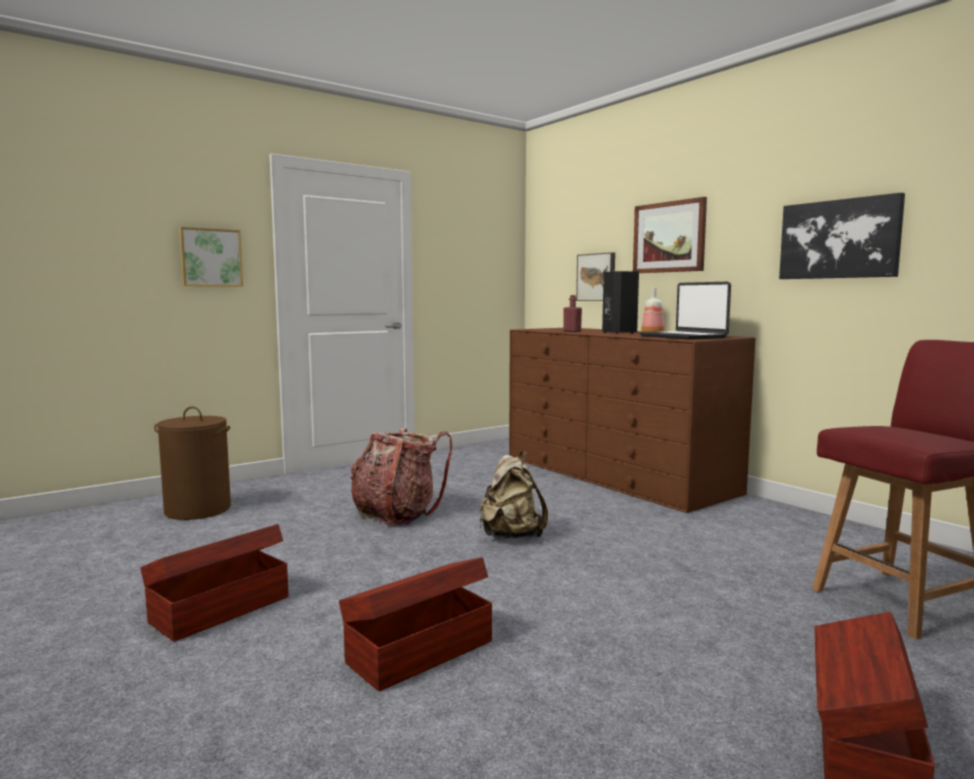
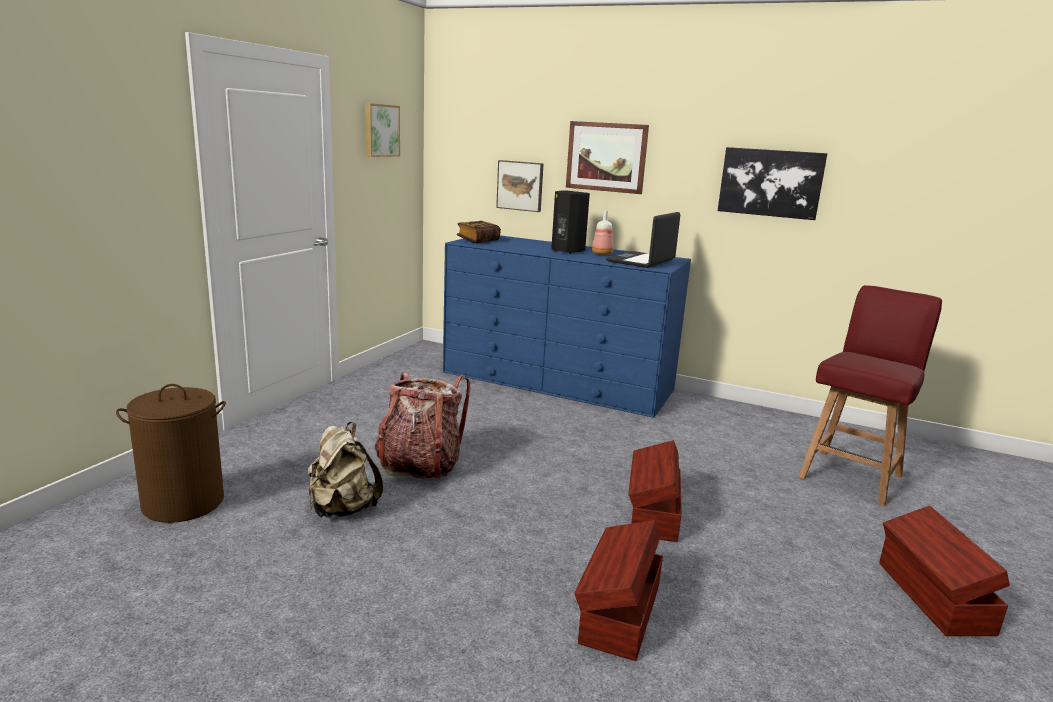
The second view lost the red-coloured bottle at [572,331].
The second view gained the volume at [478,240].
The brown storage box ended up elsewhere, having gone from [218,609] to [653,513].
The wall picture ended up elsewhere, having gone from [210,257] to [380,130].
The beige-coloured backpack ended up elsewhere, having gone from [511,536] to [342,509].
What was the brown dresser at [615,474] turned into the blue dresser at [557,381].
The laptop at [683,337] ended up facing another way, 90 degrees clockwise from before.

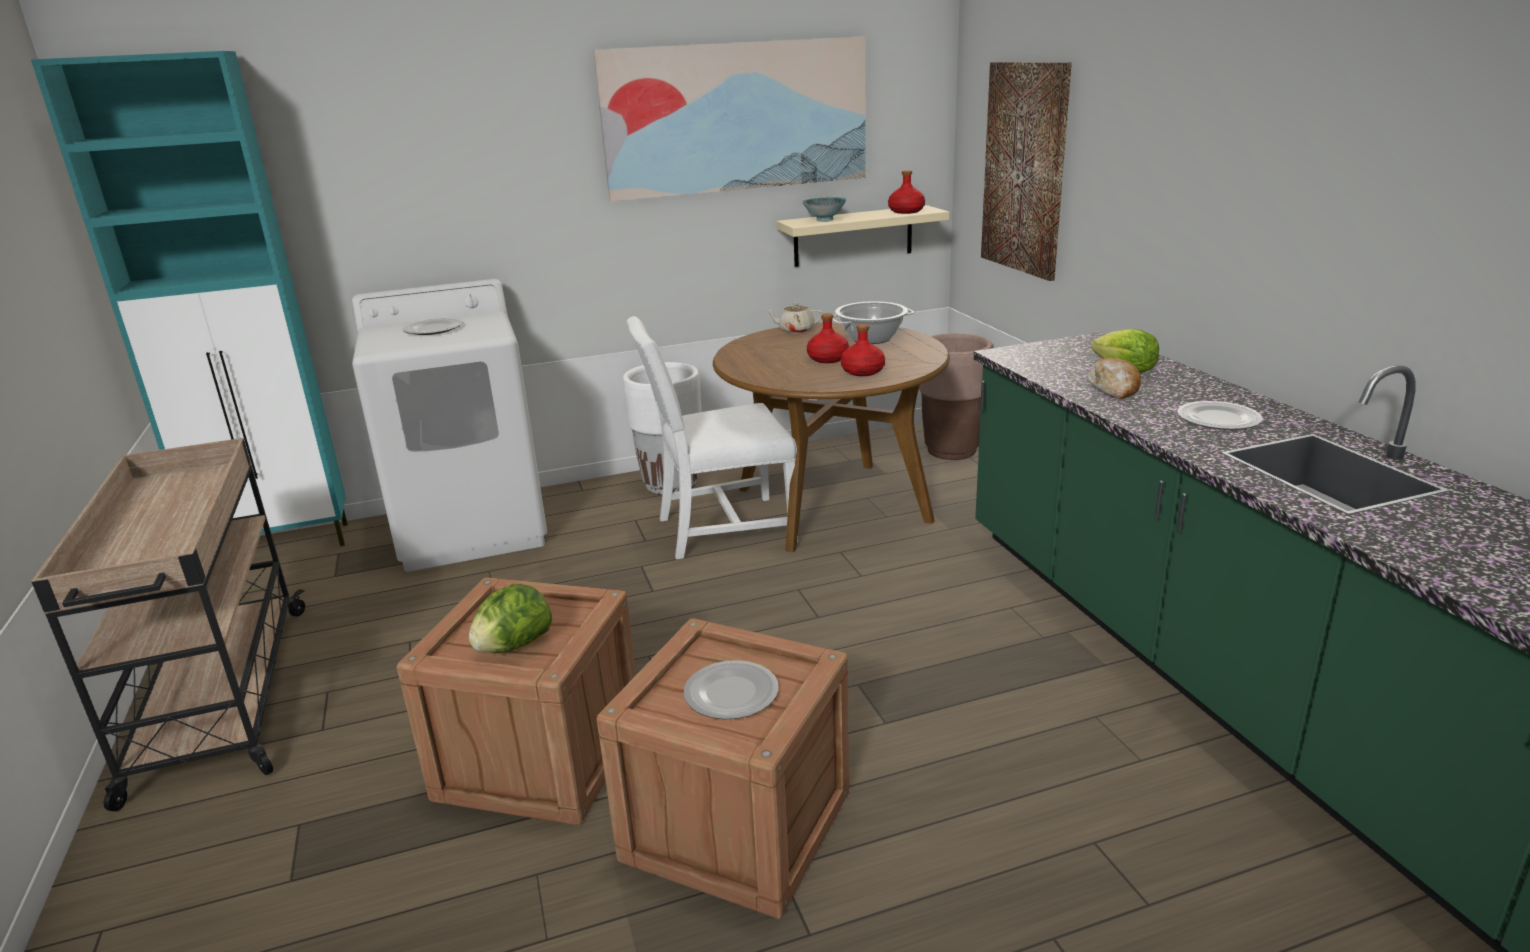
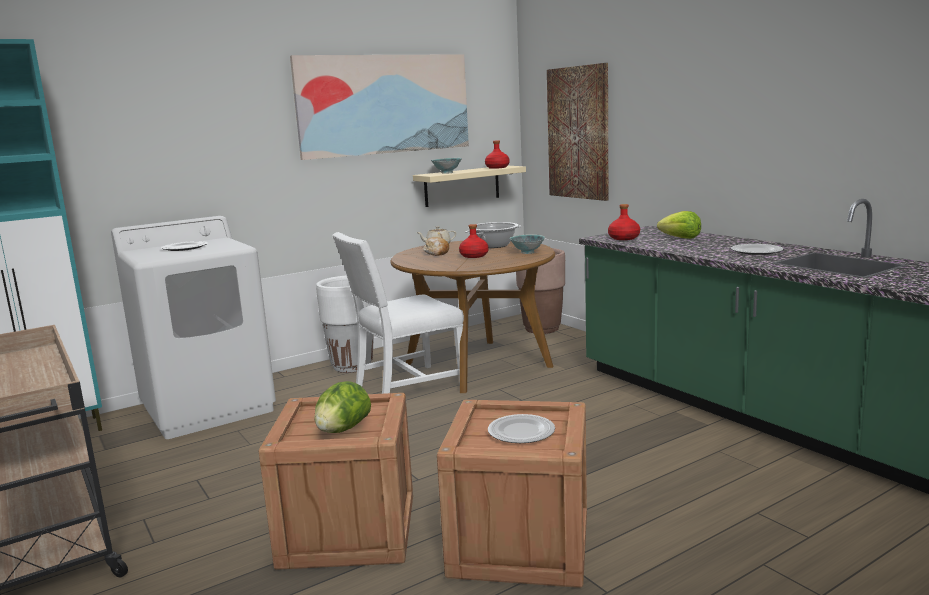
The second view gained the deep dish at [527,252].
The red-coloured bottle ended up elsewhere, having gone from [862,371] to [623,238].
The bakery bread ended up elsewhere, having gone from [1114,388] to [437,253].

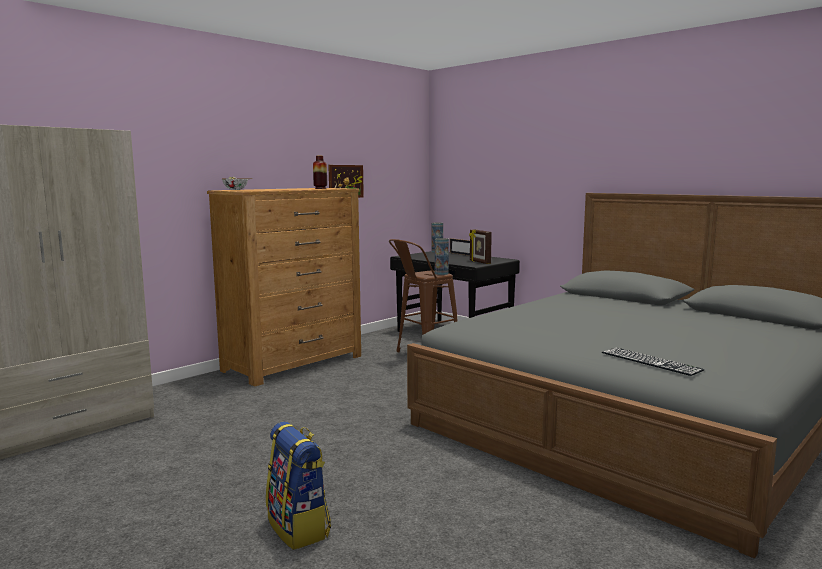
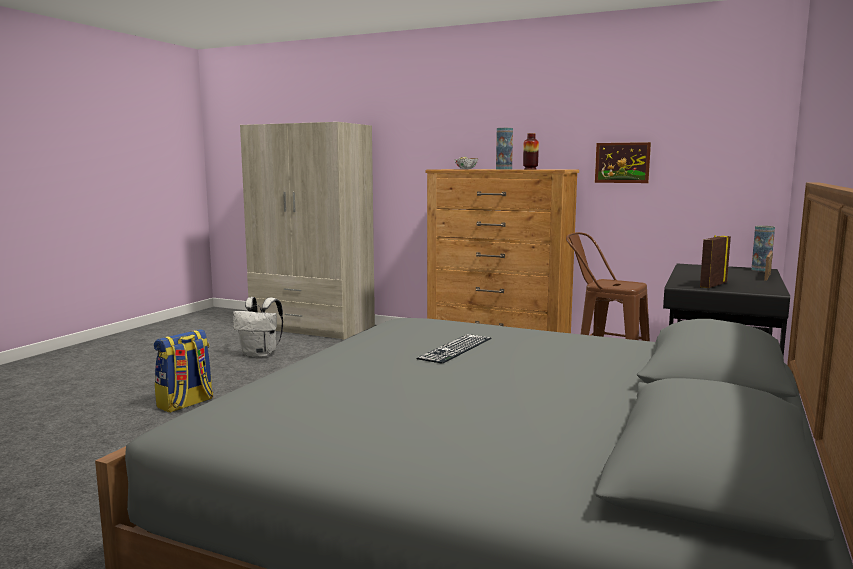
The second view gained the white backpack at [260,354].
The flower vase ended up elsewhere, having gone from [441,273] to [504,169].
The computer keyboard ended up elsewhere, having gone from [650,361] to [456,348].

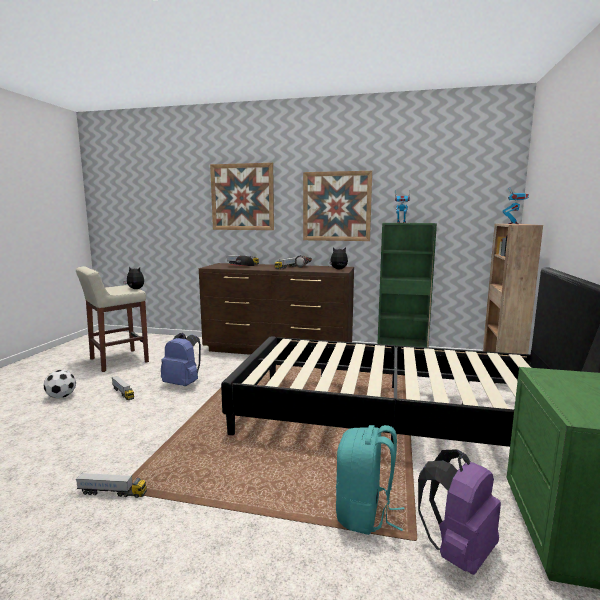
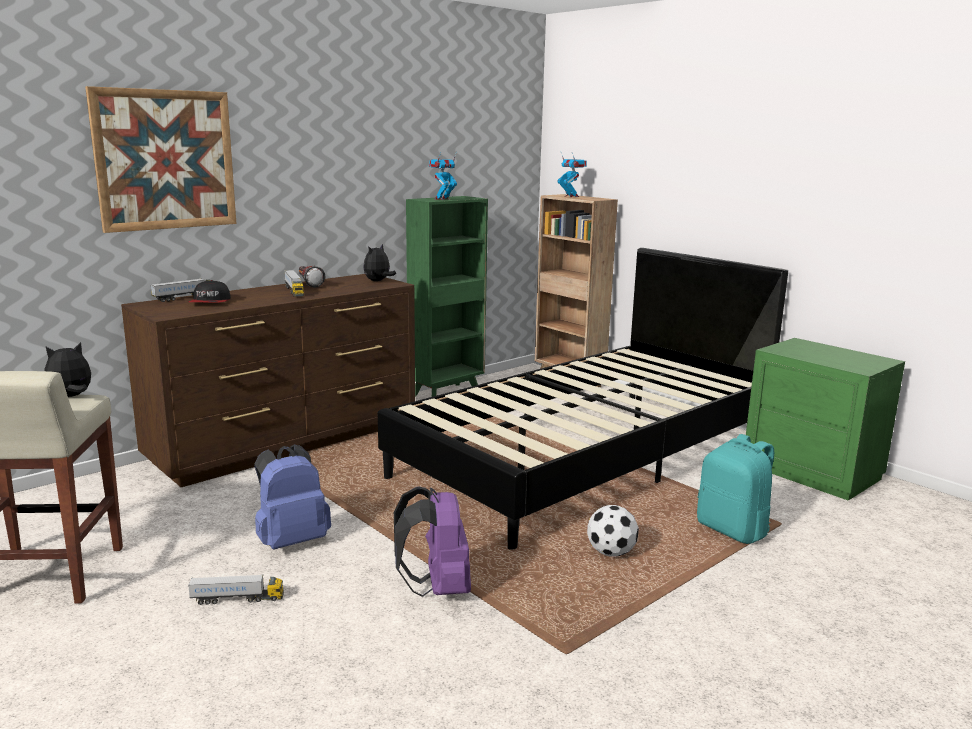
The second view lost the toy lorry at [112,493].
The second view lost the wall picture at [336,206].
The football ball ended up elsewhere, having gone from [62,396] to [611,552].
The purple backpack ended up elsewhere, having gone from [458,551] to [437,588].

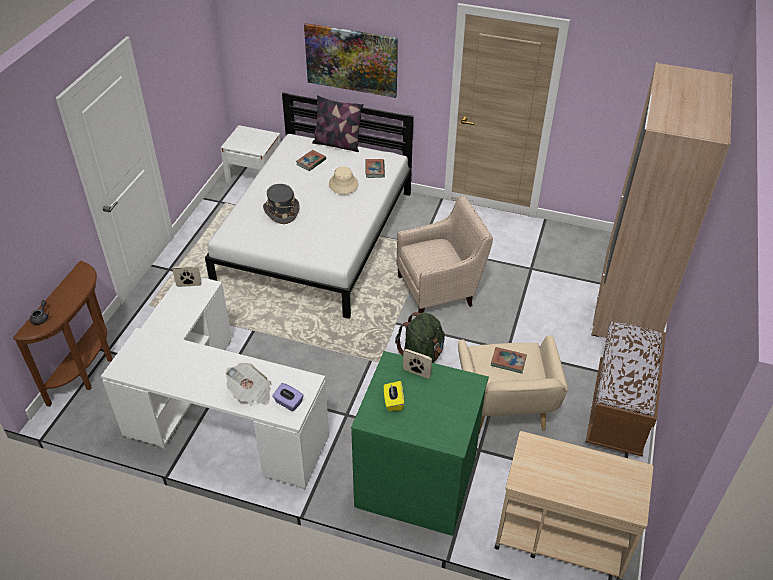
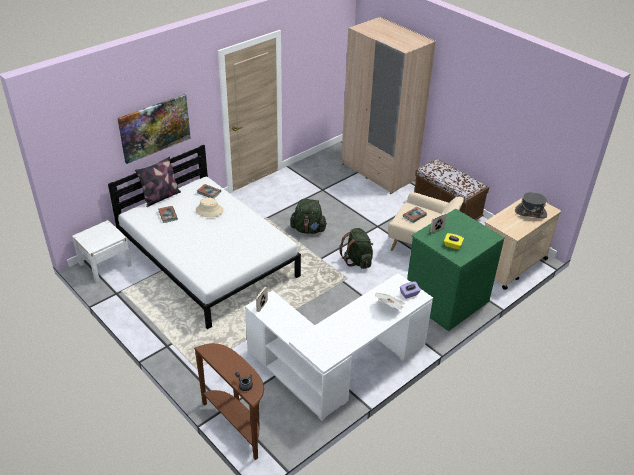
The greyish wearable hat ended up elsewhere, having gone from [281,211] to [530,213].
Where the beige-coloured armchair stood at [440,289], the green backpack came to stand at [308,229].

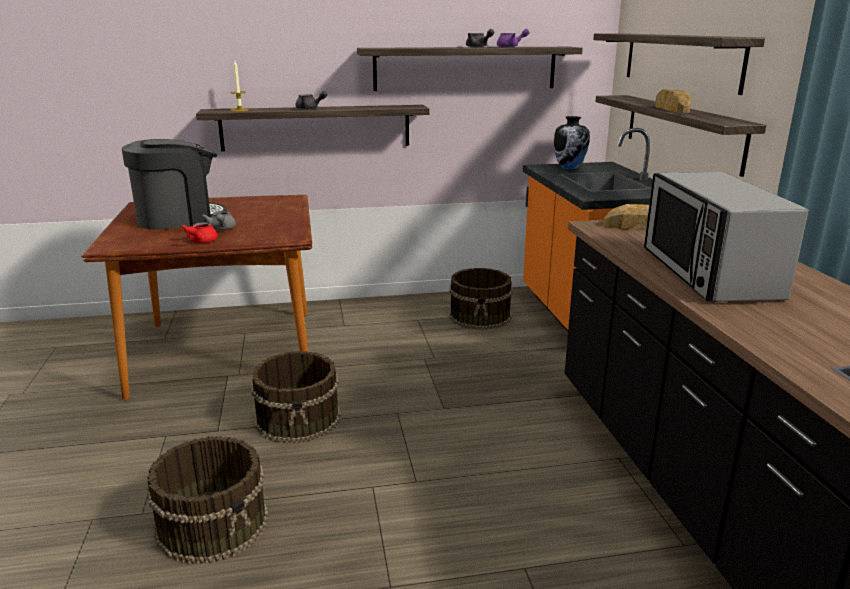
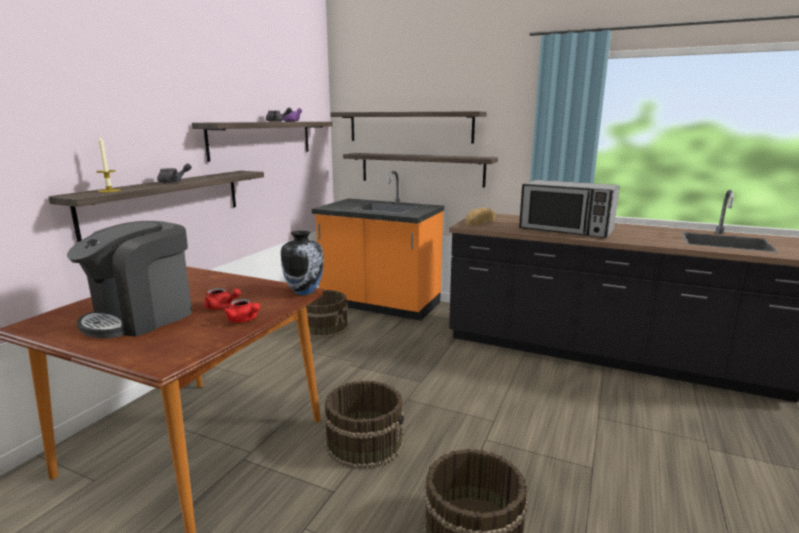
The second view lost the bakery bread at [671,108].
The flower vase ended up elsewhere, having gone from [569,168] to [304,292].
What was the greyish teapot at [222,229] turned into the red-coloured teapot at [221,307].
The coffee maker at [179,219] ended up facing another way, 150 degrees counterclockwise from before.

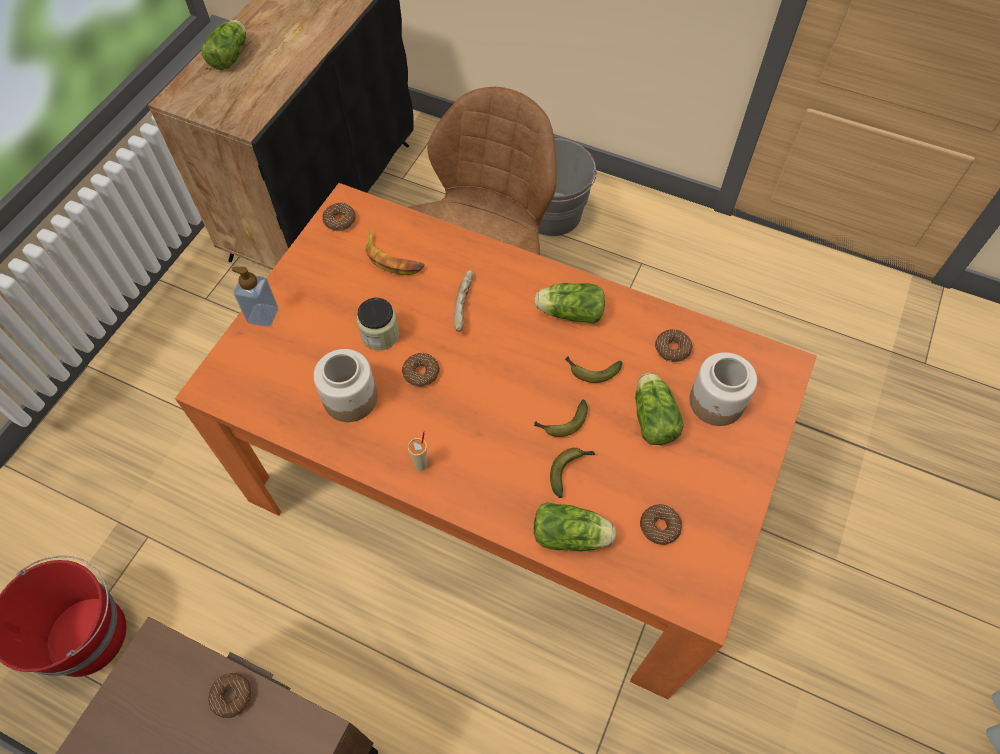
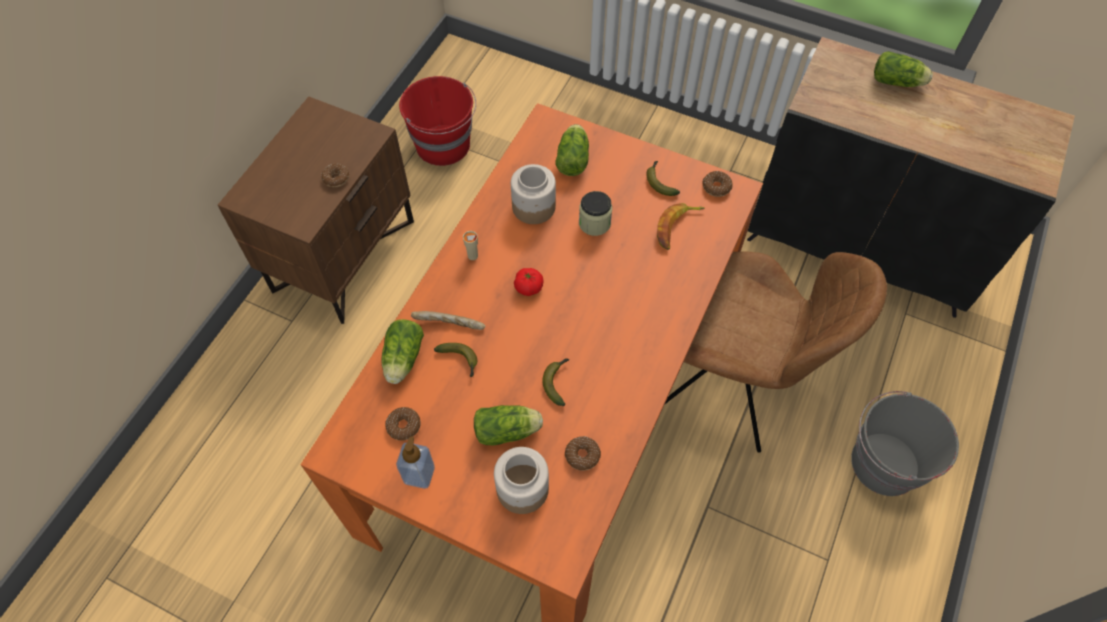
The second view lost the donut at [421,373].
The second view gained the fresh tomato at [528,287].
The soap dispenser ended up elsewhere, having gone from [263,315] to [419,474].
The bakery bread ended up elsewhere, having gone from [464,305] to [449,325].
The lettuce head ended up elsewhere, having gone from [568,312] to [573,158].
The banana fruit ended up elsewhere, having gone from [562,423] to [660,182].

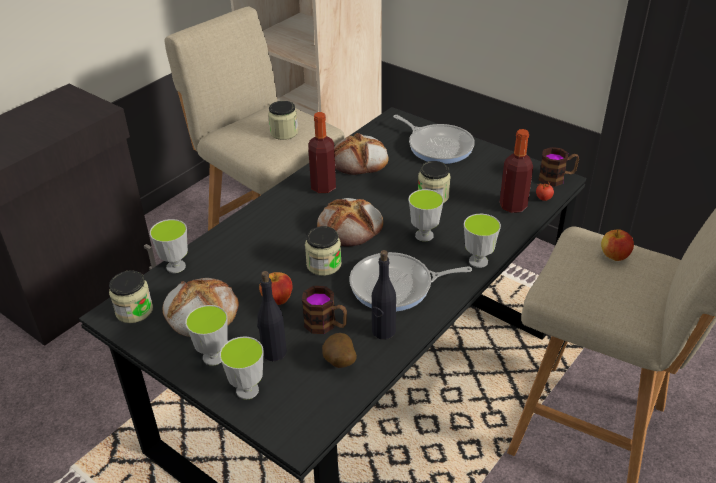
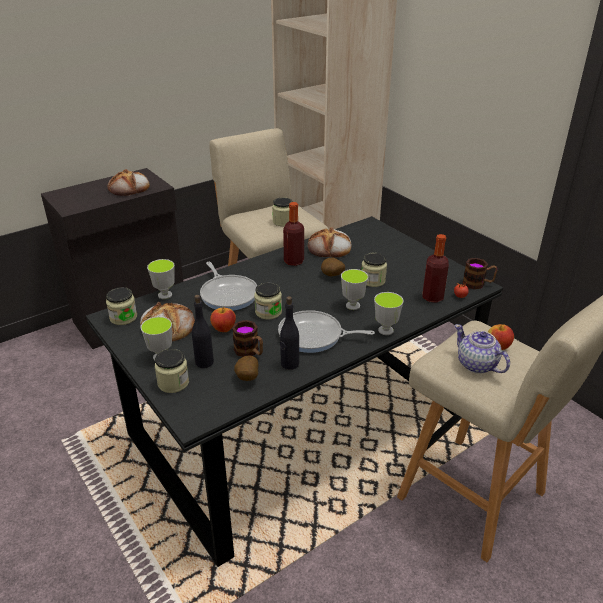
The second view gained the spud at [332,276].
The second view gained the teapot at [477,365].
The bakery bread ended up elsewhere, having gone from [350,226] to [129,188].
The skillet ended up elsewhere, having gone from [438,146] to [228,294].
Where the drinking cup stood at [247,390], the preserve jar came to stand at [173,383].

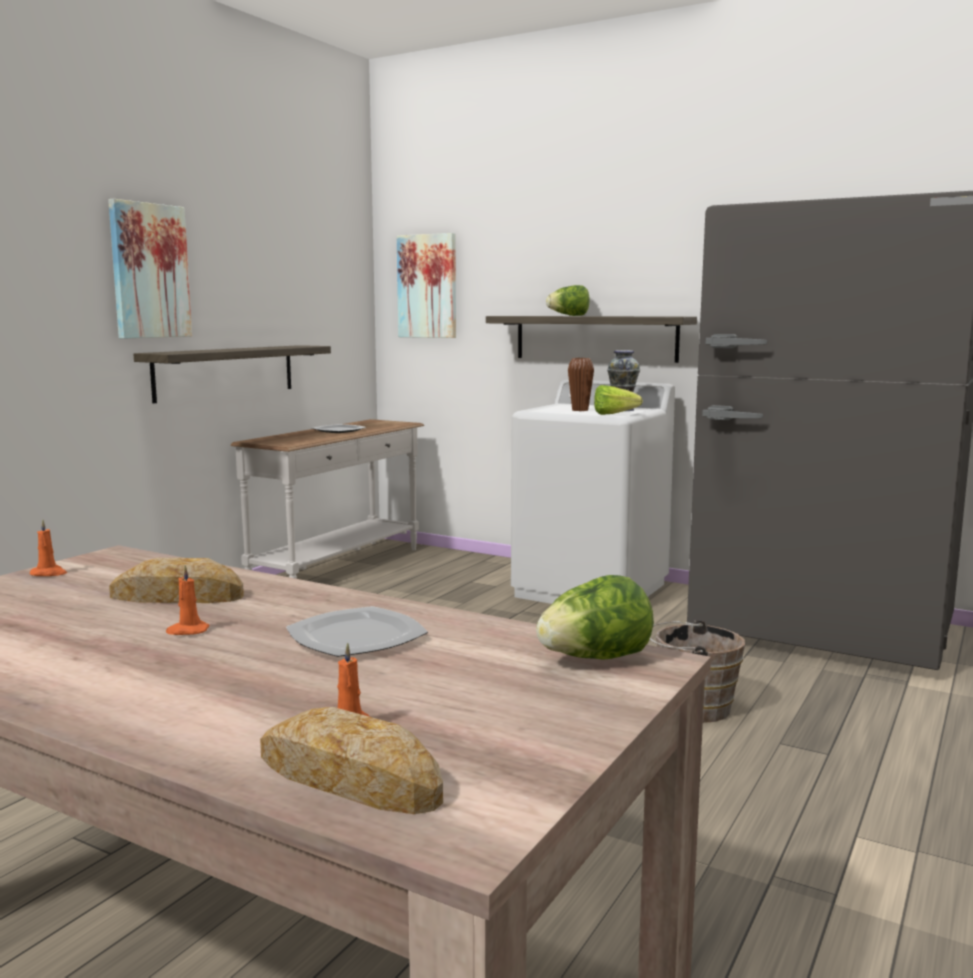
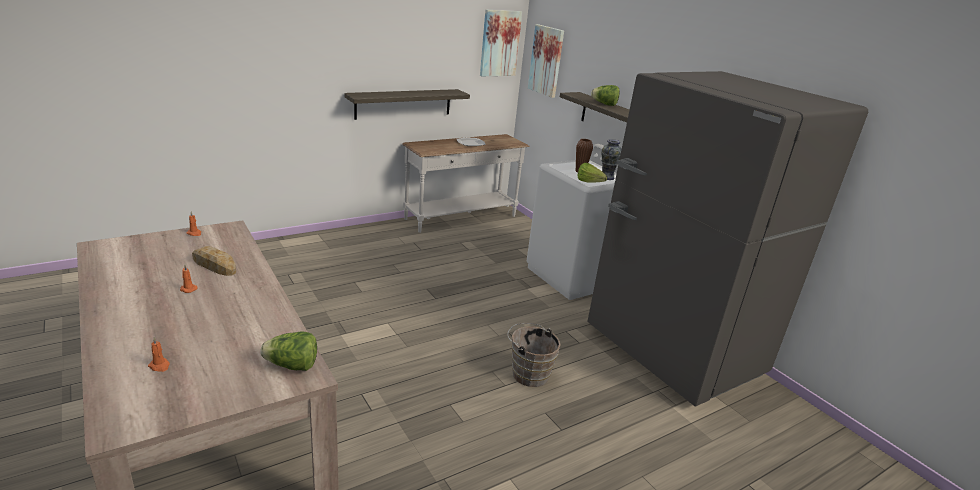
The second view lost the bakery bread at [349,778].
The second view lost the plate at [356,638].
The wall picture ended up elsewhere, having gone from [149,271] to [499,43].

